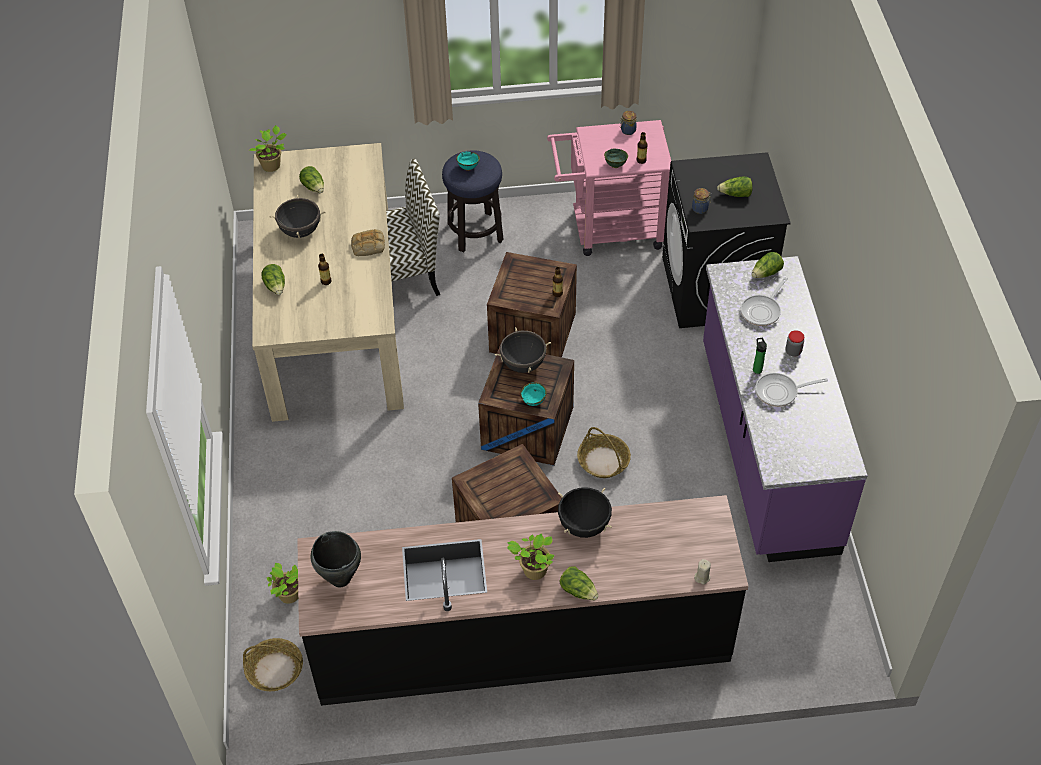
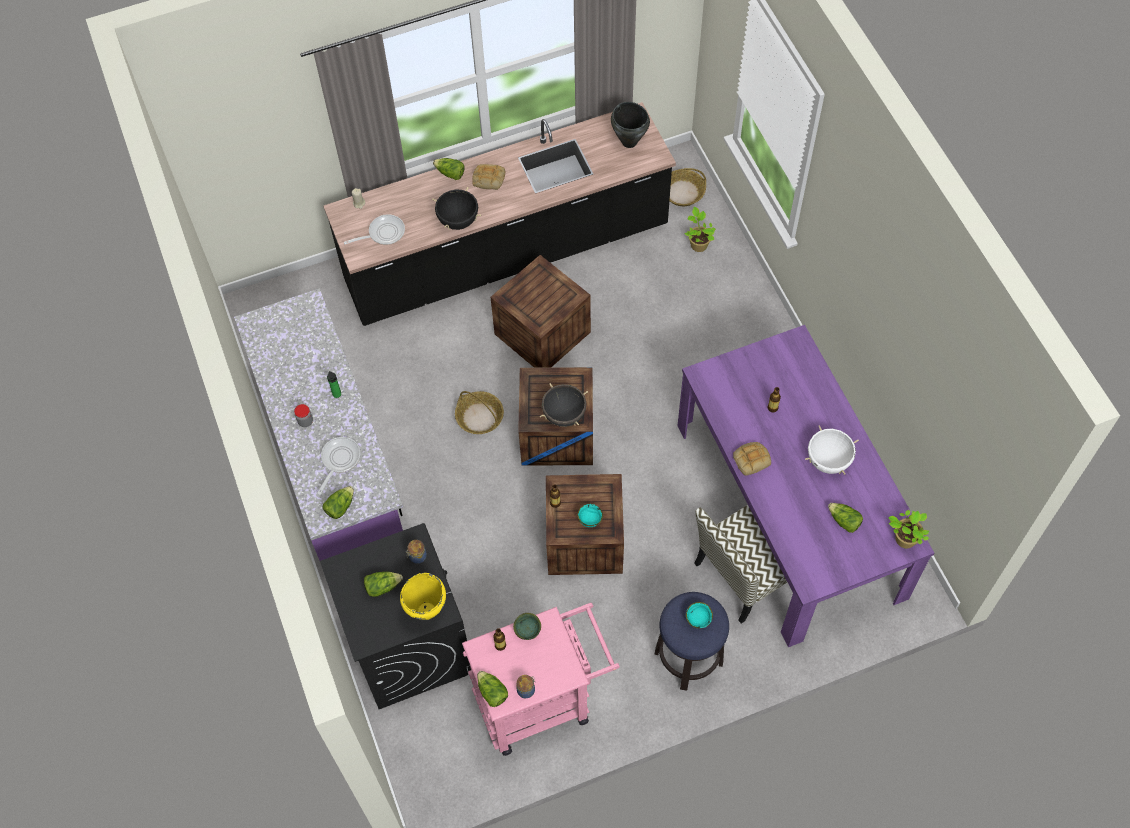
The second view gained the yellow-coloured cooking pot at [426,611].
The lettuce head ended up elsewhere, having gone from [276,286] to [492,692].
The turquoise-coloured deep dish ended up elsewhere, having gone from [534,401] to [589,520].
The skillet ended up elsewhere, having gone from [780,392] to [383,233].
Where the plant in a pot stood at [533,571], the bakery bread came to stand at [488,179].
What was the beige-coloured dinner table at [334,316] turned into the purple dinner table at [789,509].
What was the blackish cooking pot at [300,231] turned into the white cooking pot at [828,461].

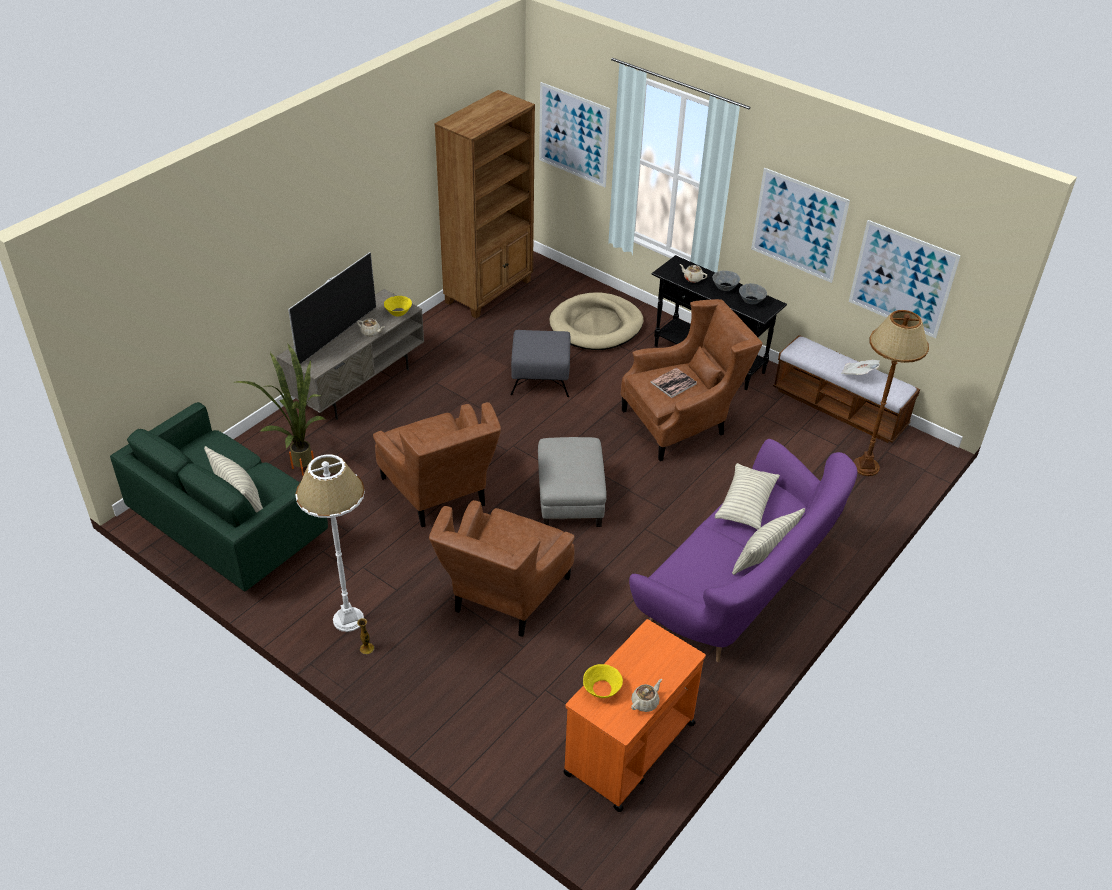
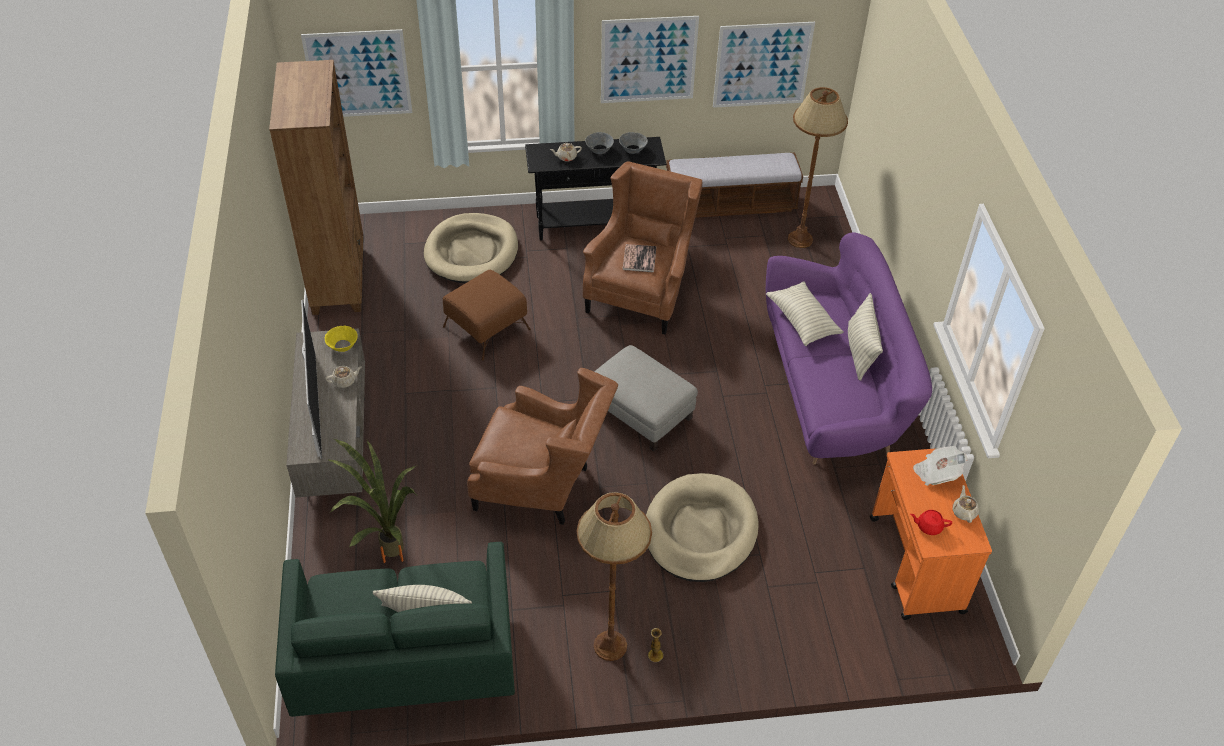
The printed paper ended up elsewhere, having gone from [858,374] to [936,473].
Where the brown armchair stood at [503,600], the beige-coloured dog bed came to stand at [700,531].
Where the yellow-coloured deep dish stood at [601,689], the red-coloured teapot came to stand at [928,526].
What was the white standing lamp at [348,619] turned into the brown standing lamp at [610,645].
What was the greyish pouffe at [540,377] turned into the brown pouffe at [486,328].

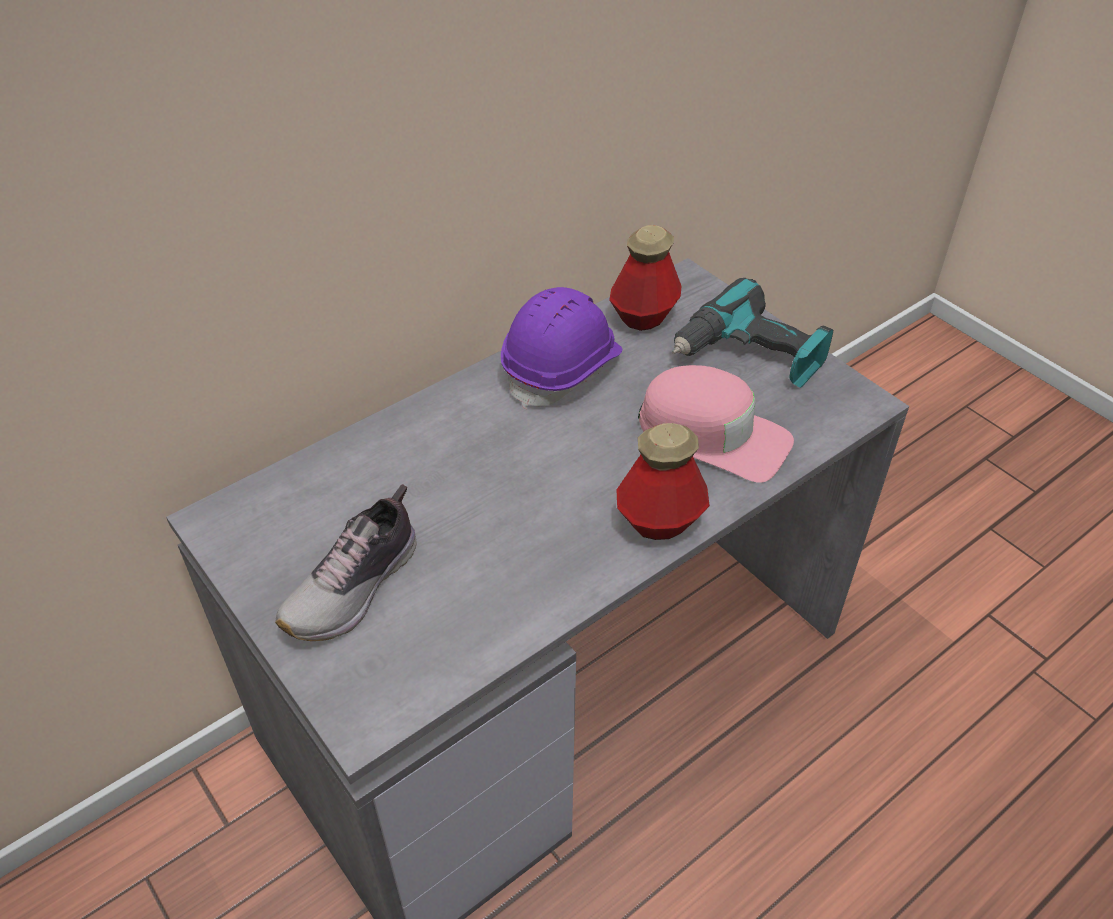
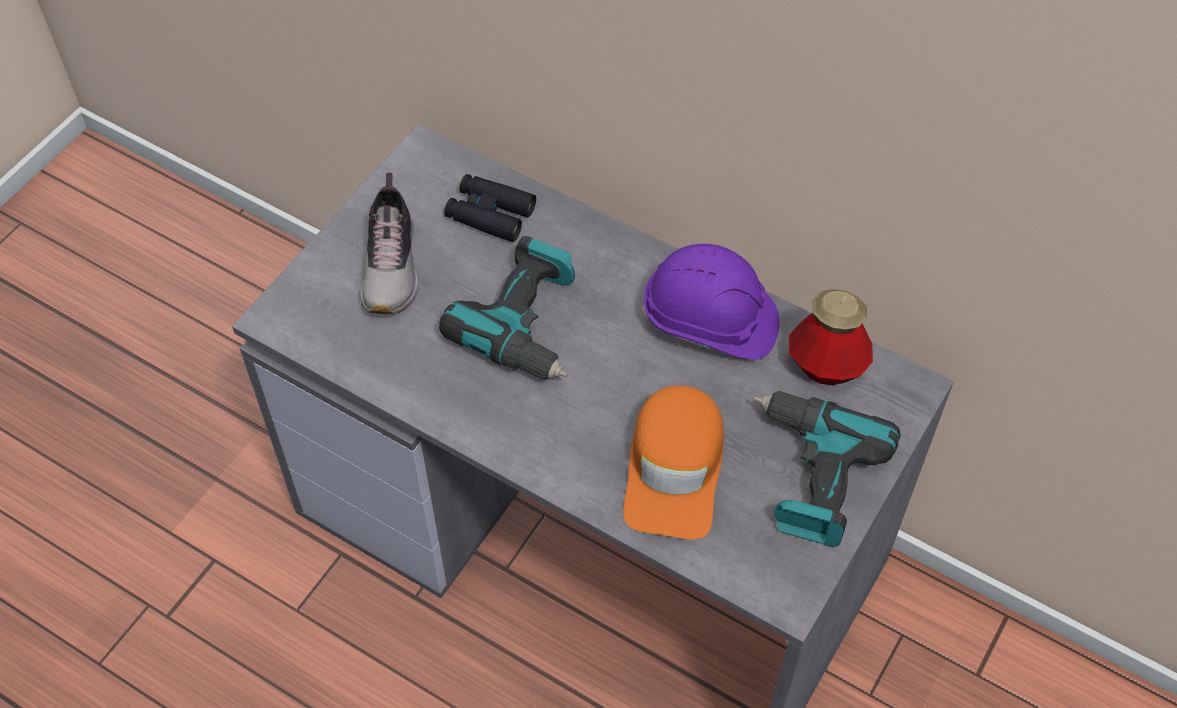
The second view lost the bottle at [660,521].
The second view gained the power drill at [528,323].
The second view gained the blackish pair of binoculars at [490,214].
What was the pink cap at [713,434] turned into the orange-coloured cap at [675,469].
The item of footwear at [355,587] ended up facing another way, 105 degrees counterclockwise from before.

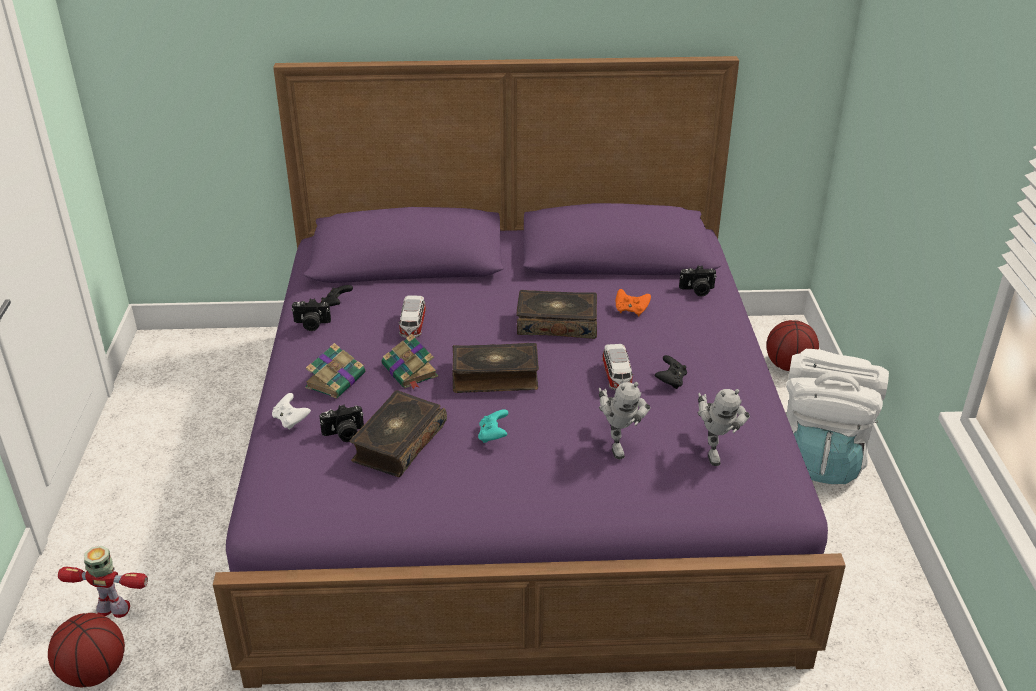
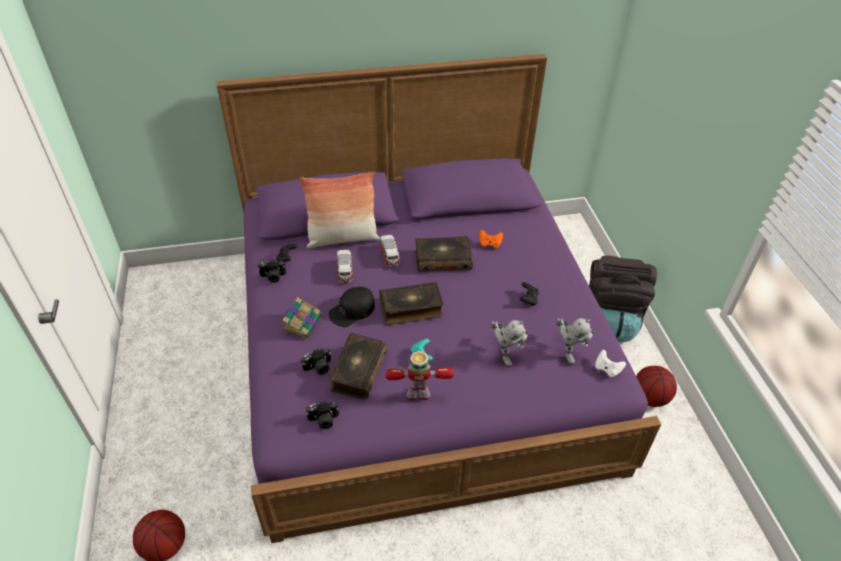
The second view gained the cushion at [342,238].
The model robot ended up elsewhere, having gone from [114,610] to [419,394].
The white joypad ended up elsewhere, having gone from [291,420] to [607,369].
The miniature car ended up elsewhere, having gone from [617,377] to [389,256].
The still camera ended up elsewhere, having gone from [697,290] to [323,421].
The ball for basketball ended up elsewhere, having gone from [789,366] to [650,397].
Where the volume stood at [410,371], the blackish cap came to stand at [352,310].
What was the white backpack at [821,457] turned into the blackish backpack at [610,320].

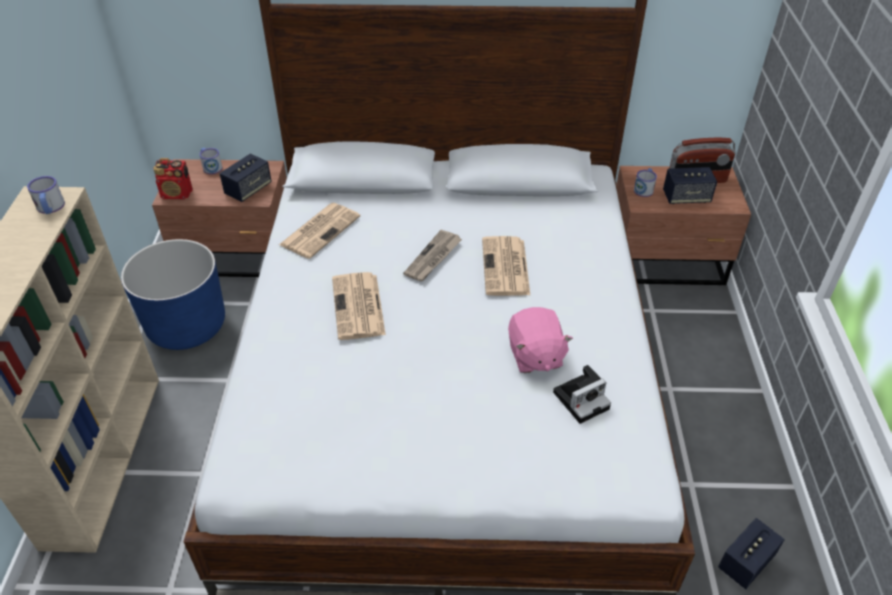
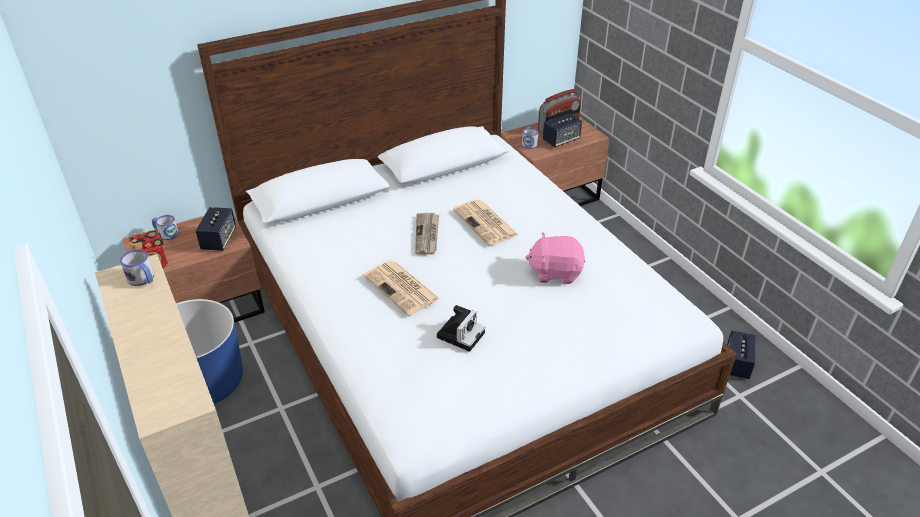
The second view lost the printed paper at [320,230].
The still camera ended up elsewhere, having gone from [582,399] to [461,334].
The pink plush toy at [535,356] ended up facing another way, 135 degrees clockwise from before.

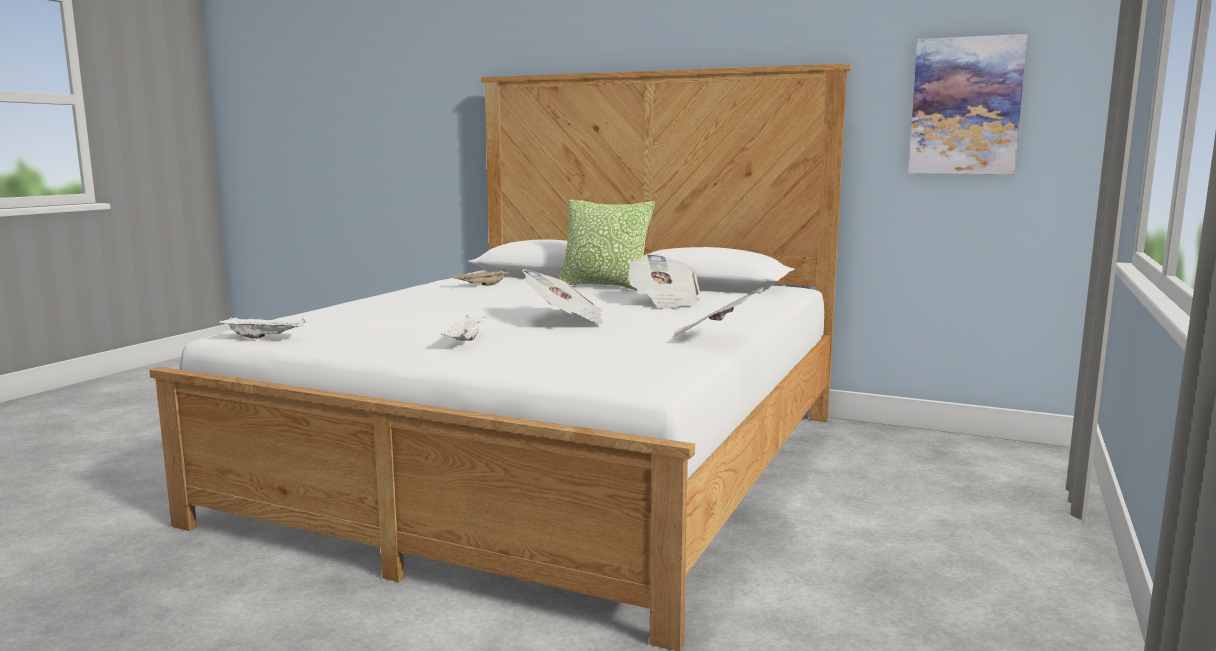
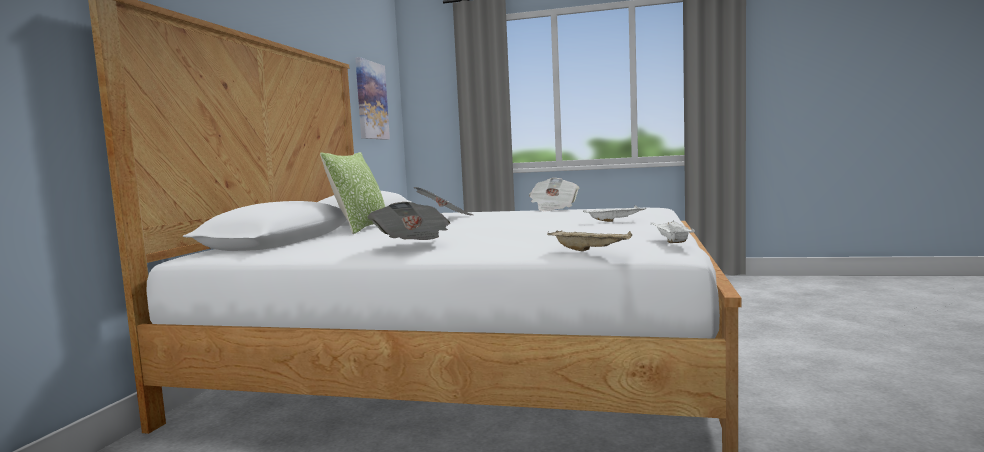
The beige-coloured tray ended up elsewhere, having gone from [481,286] to [591,250].
The printed paper ended up elsewhere, having gone from [565,319] to [413,245].

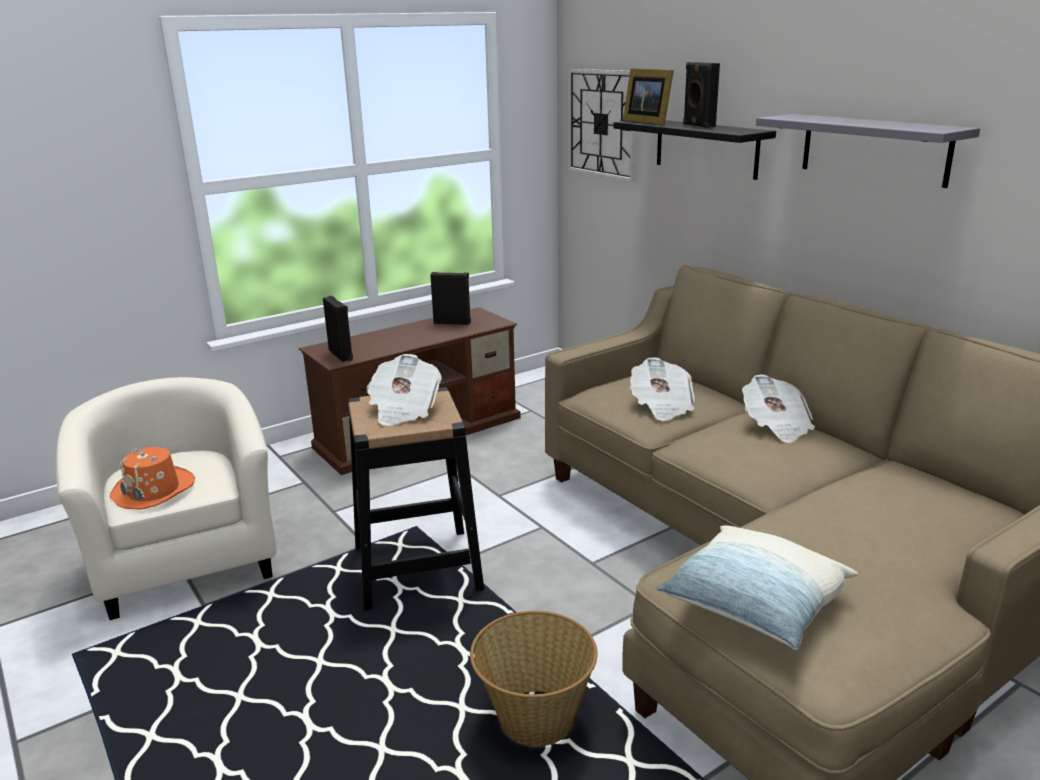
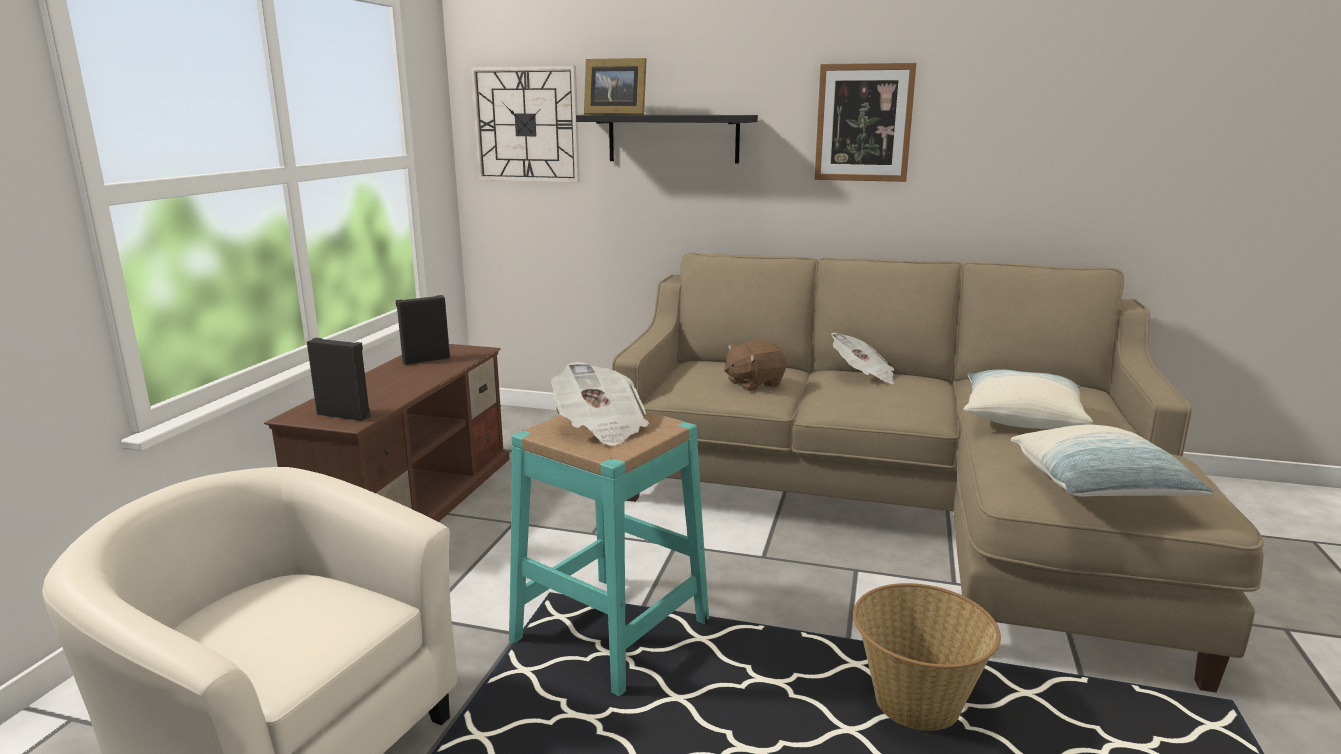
The second view lost the orange-coloured wearable hat at [154,490].
The second view lost the blackish loudspeaker at [698,125].
The second view gained the cushion at [1021,417].
Where the printed paper stood at [661,406], the brown plush toy came to stand at [753,384].
Where the greyish shelf hung at [874,149], the wall picture came to hang at [863,123].
What was the blackish sitting stool at [417,568] turned into the turquoise-coloured sitting stool at [610,630].

